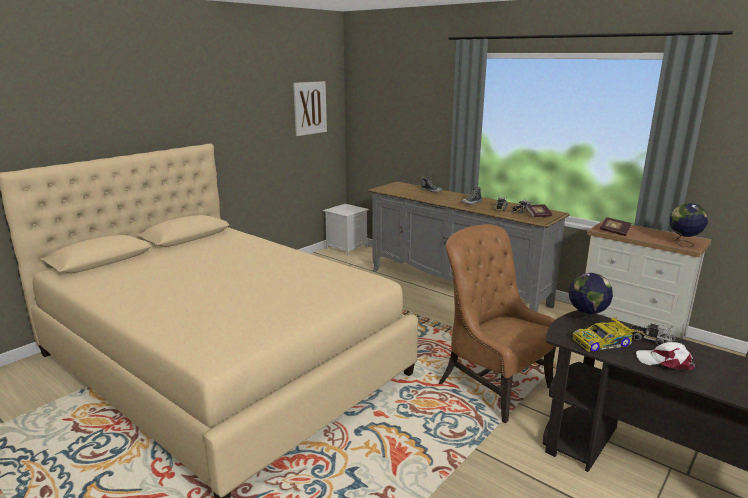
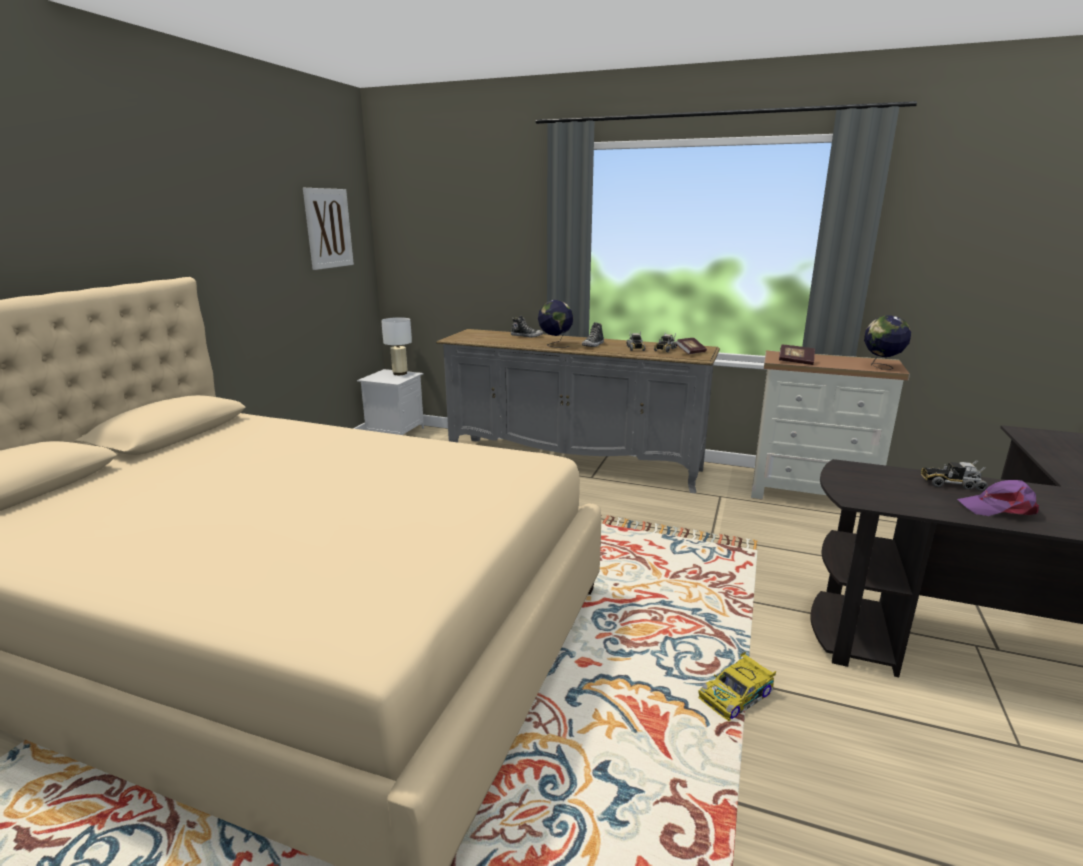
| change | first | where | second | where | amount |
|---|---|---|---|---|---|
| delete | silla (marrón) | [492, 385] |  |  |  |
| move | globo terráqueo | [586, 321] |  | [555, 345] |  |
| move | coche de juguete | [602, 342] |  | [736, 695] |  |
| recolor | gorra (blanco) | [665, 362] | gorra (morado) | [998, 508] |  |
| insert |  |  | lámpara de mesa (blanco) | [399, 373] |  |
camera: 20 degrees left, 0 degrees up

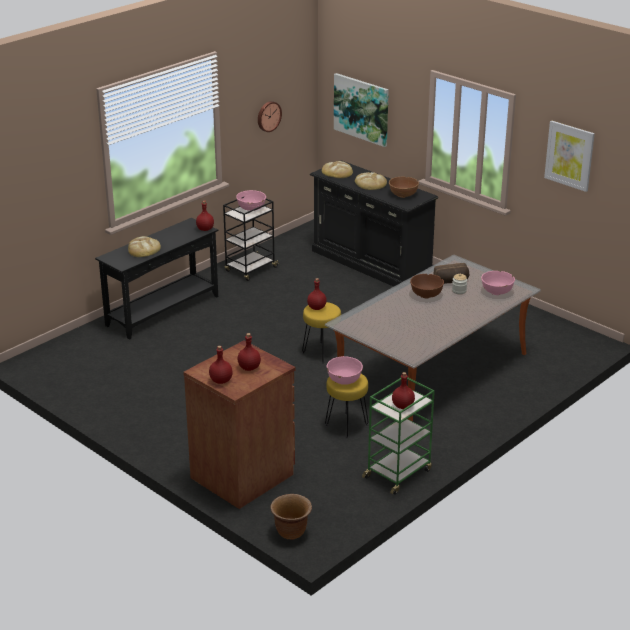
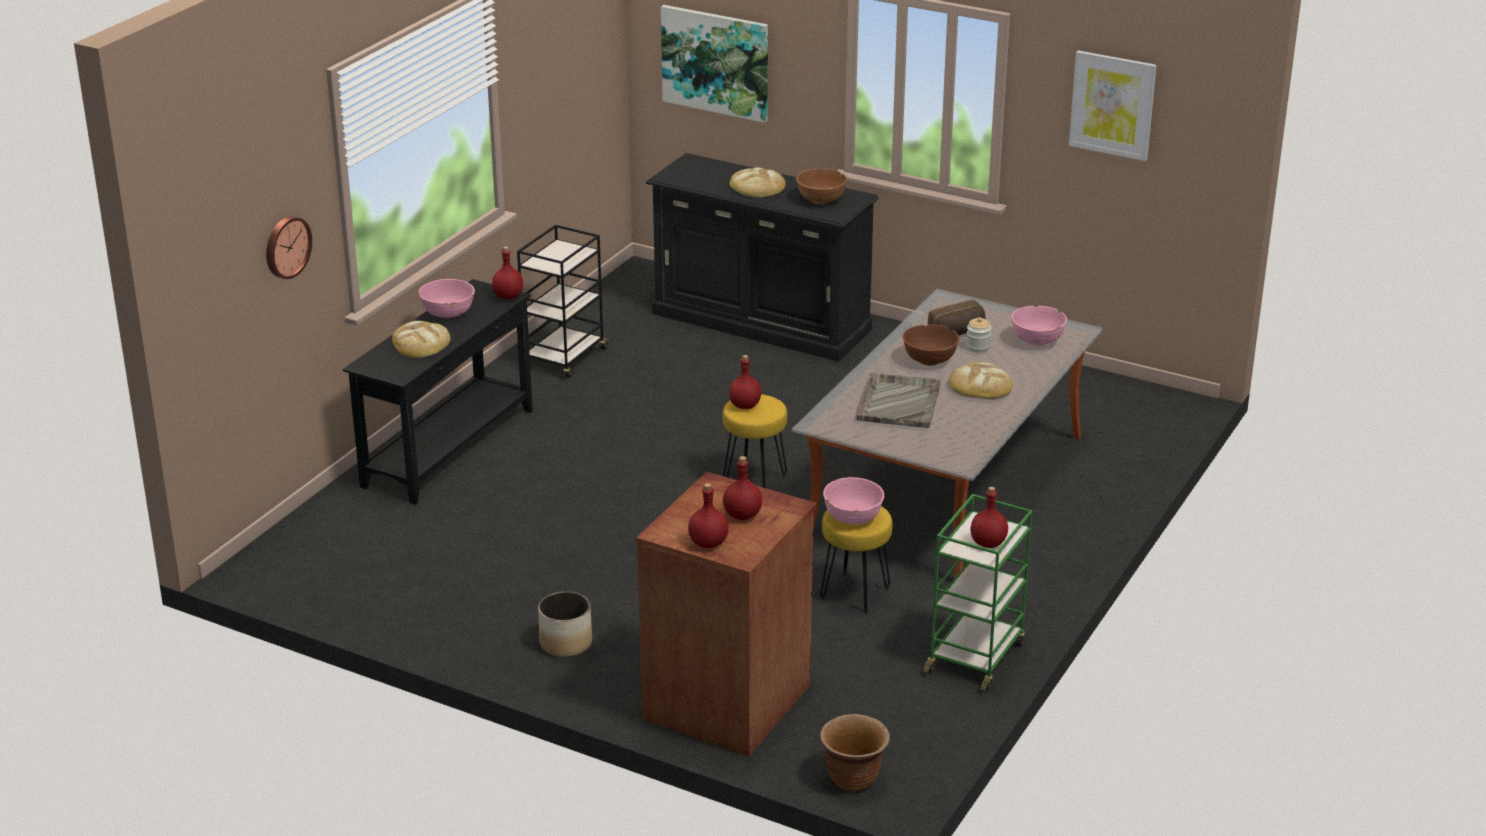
| change | first | where | second | where | amount |
|---|---|---|---|---|---|
| move | cuenco (rosa) | [251, 208] |  | [448, 313] |  |
| move | reloj de pared | [268, 116] |  | [286, 246] |  |
| move | pan | [337, 172] |  | [980, 385] |  |
| insert |  |  | maceta | [565, 643] |  |
| insert |  |  | bandeja (gris) | [899, 402] |  |
camera: 15 degrees left, 0 degrees up

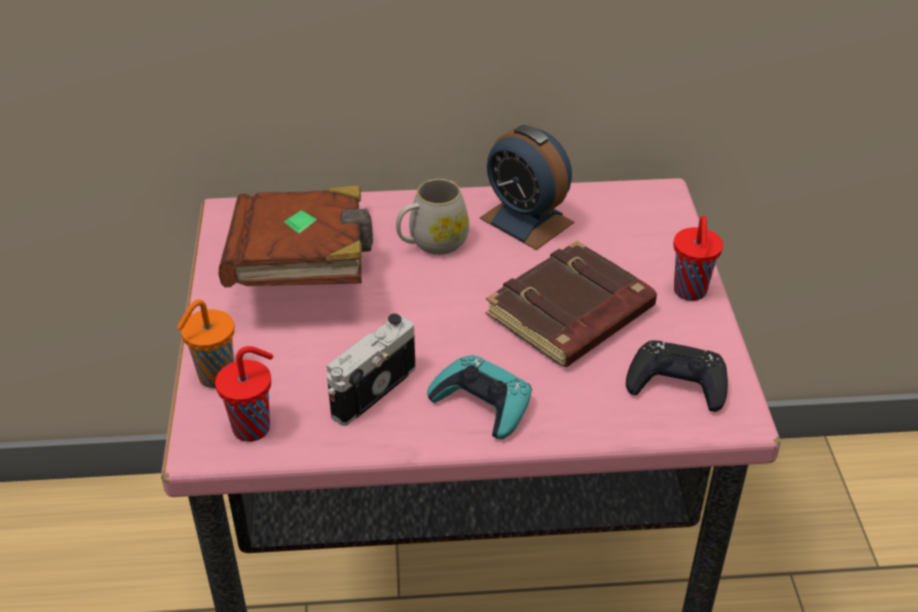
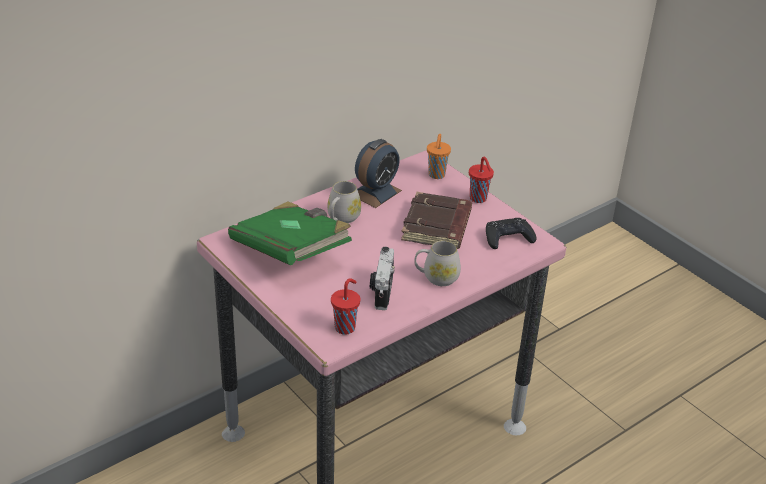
| change | first | where | second | where | amount |
|---|---|---|---|---|---|
| move | taza (naranja) | [214, 377] |  | [436, 175] |  |
| recolor | libro (marrón) | [304, 268] | libro (verde) | [291, 252] |  |
| replace | mando de consola (turquesa) | [482, 403] | taza grande (blanco) | [436, 277] |  |
| rotate | despertador | [526, 220] |  | [376, 193] | 60 degrees counterclockwise |
camera: 35 degrees left, 5 degrees down

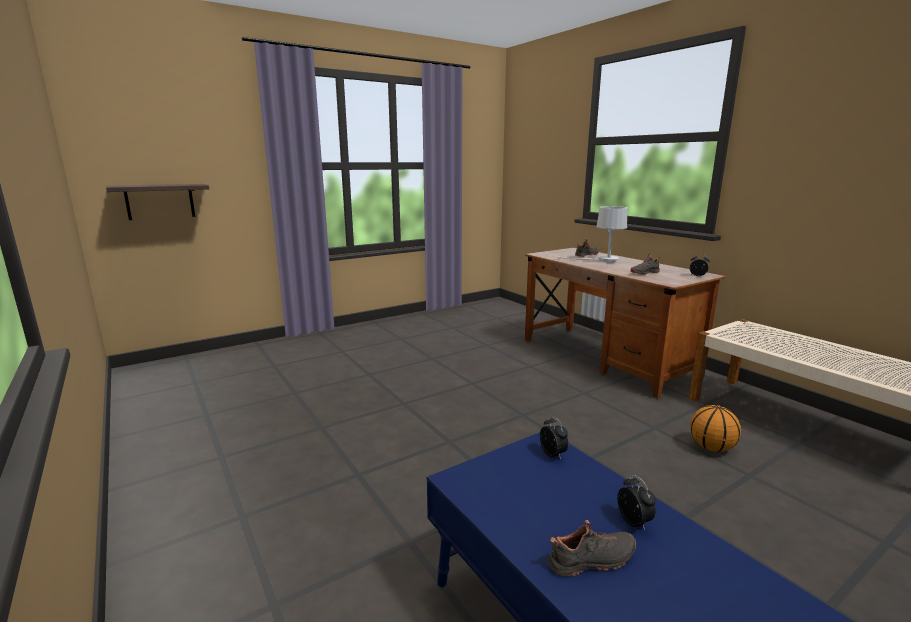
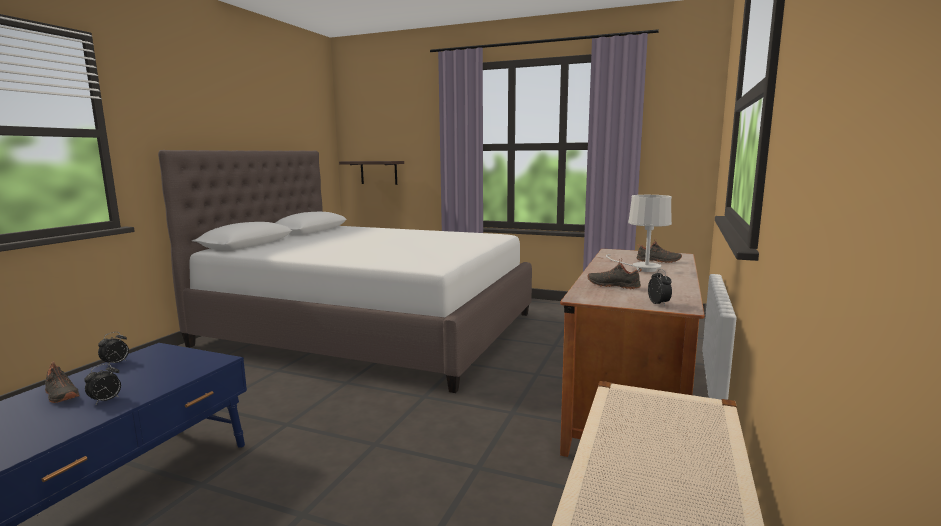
| change | first | where | second | where | amount |
|---|---|---|---|---|---|
| move | despertador | [553, 454] |  | [116, 363] |  |
| delete | balón de baloncesto | [712, 448] |  |  |  |
| insert |  |  | cama (blanco) | [371, 328] |  |
camera: 55 degrees right, 5 degrees down

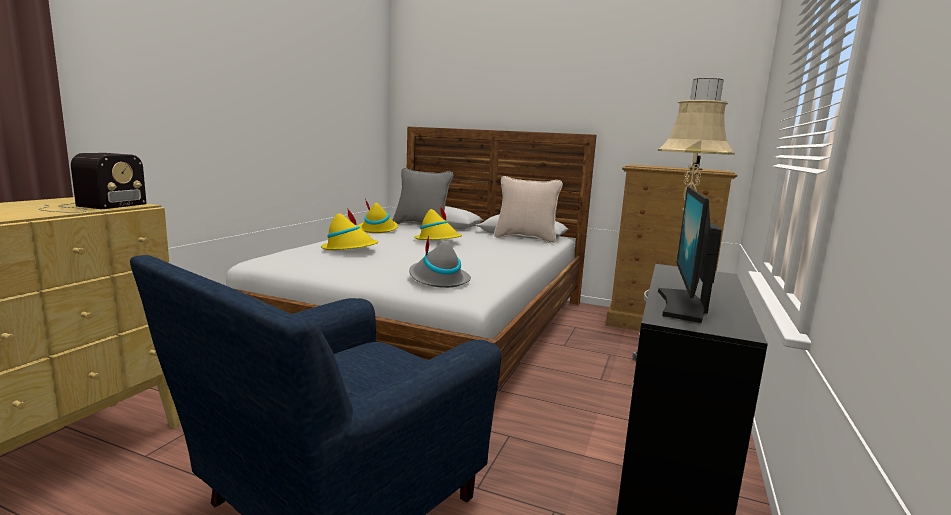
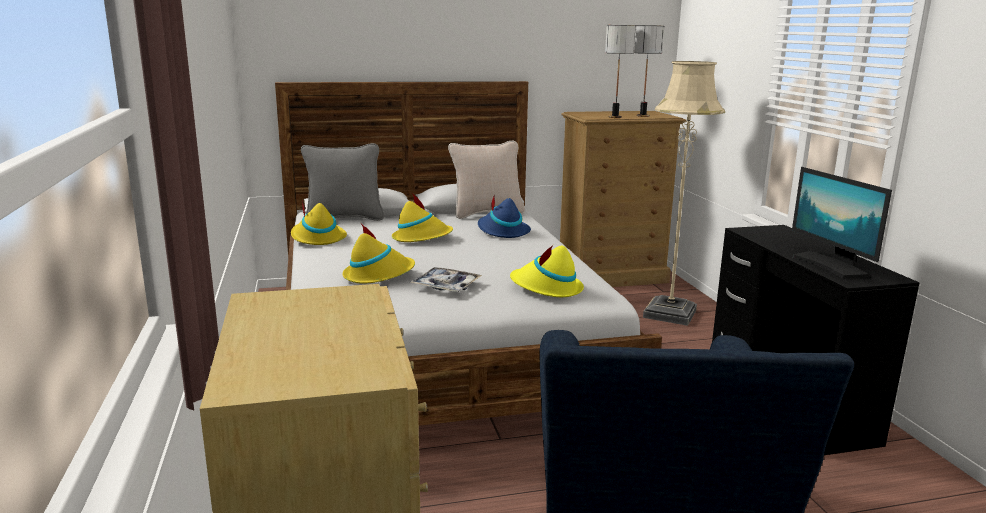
| change | first | where | second | where | amount |
|---|---|---|---|---|---|
| delete | radio | [91, 207] |  |  |  |
| recolor | sombrero (gris) | [438, 279] | sombrero (amarillo) | [546, 288] |  |
| insert |  |  | bandeja | [446, 286] |  |
| insert |  |  | sombrero (azul) | [502, 231] |  |
| insert |  |  | lámpara de mesa | [615, 117] |  |
camera: 35 degrees left, 5 degrees up

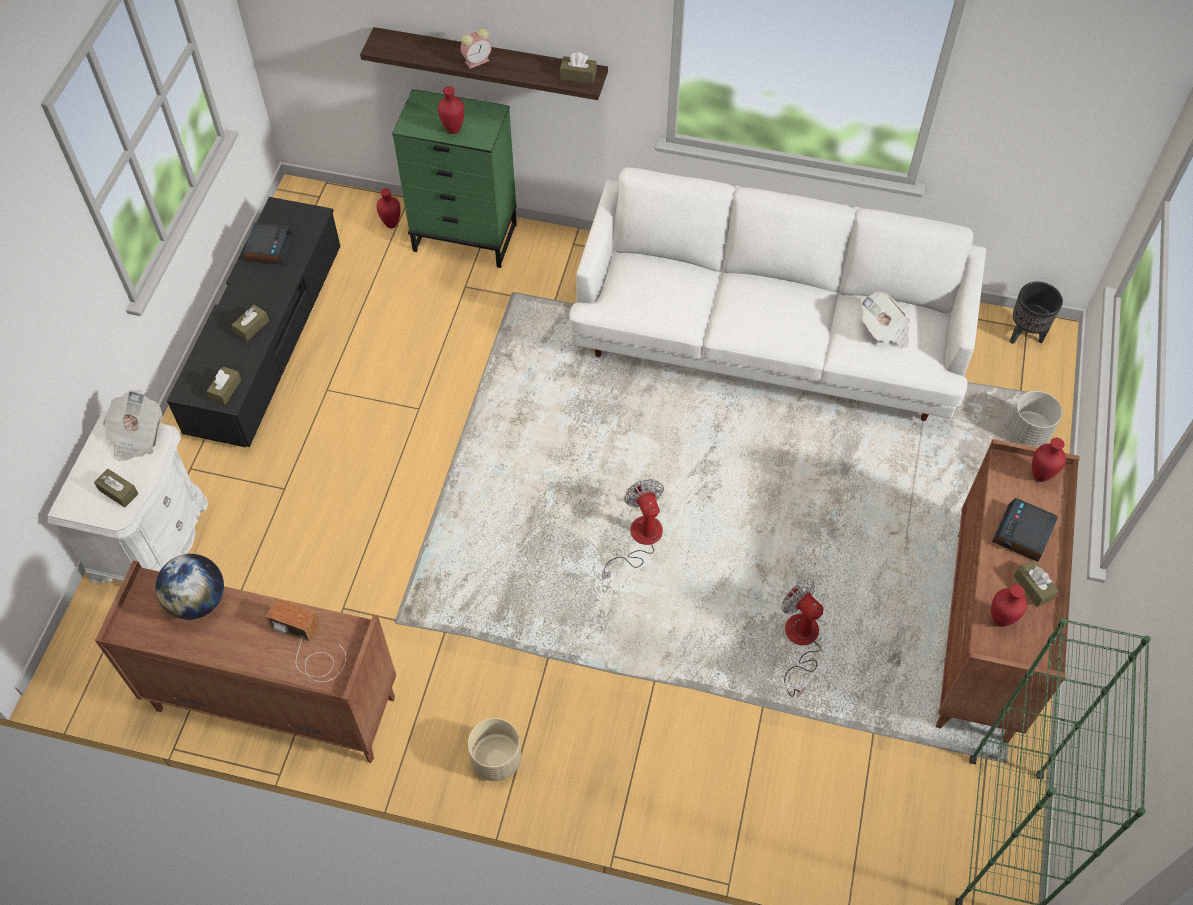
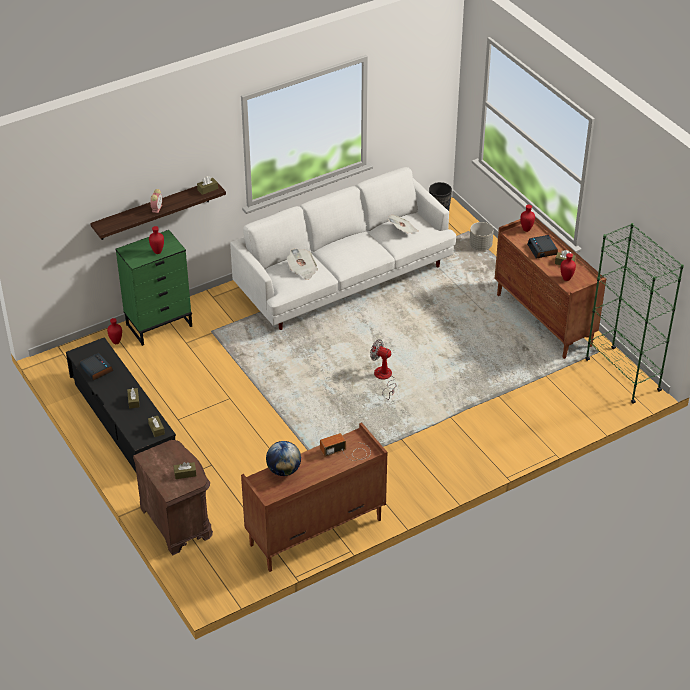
| change | first | where | second | where | amount |
|---|---|---|---|---|---|
| recolor | mesita de noche (blanco) | [155, 537] | mesita de noche (marrón) | [178, 521] |  |
| move | periódico | [136, 436] |  | [302, 270] |  |
| delete | maceta (beis) | [496, 760] |  |  |  |
| delete | ventilador | [800, 642] |  |  |  |
camera: 45 degrees left, 15 degrees down

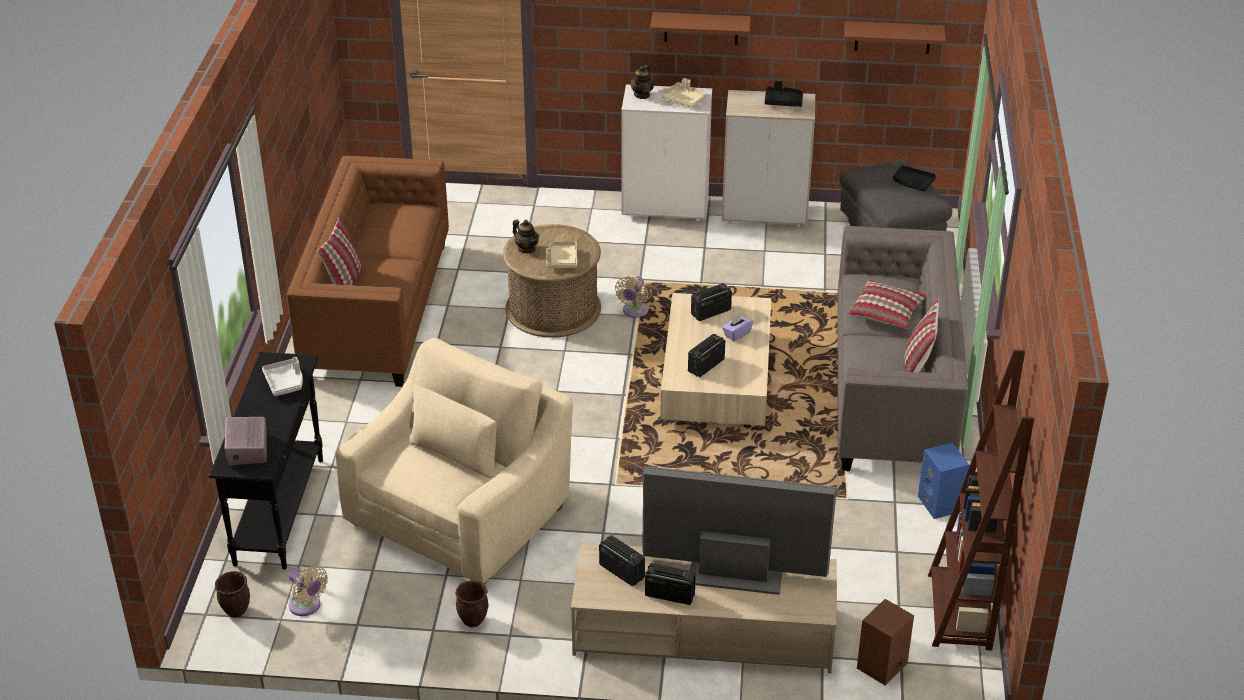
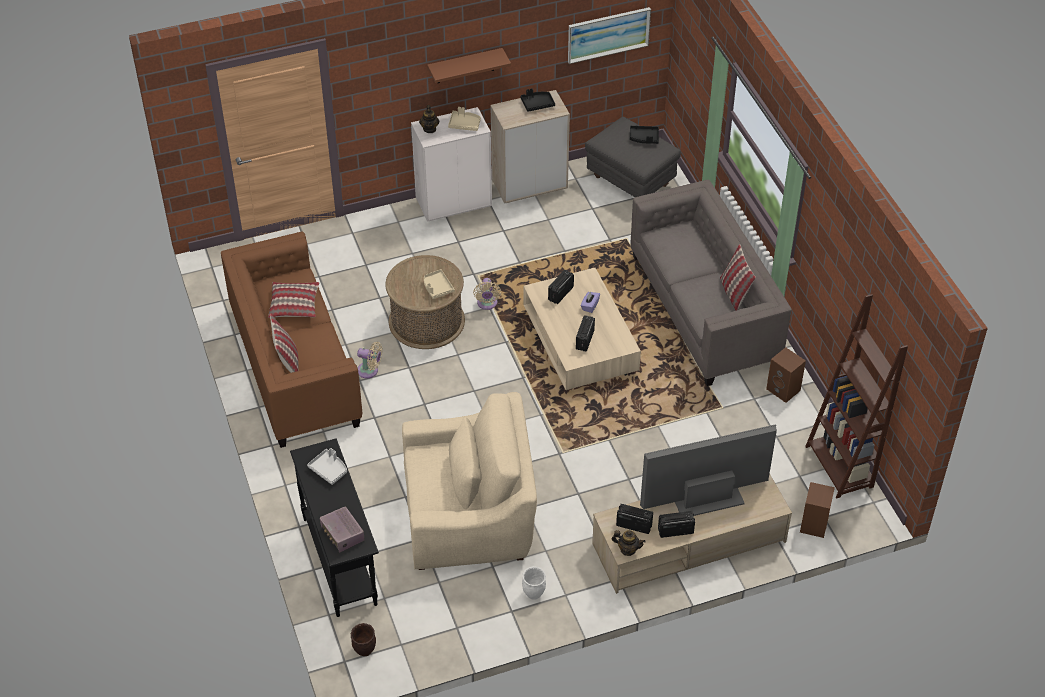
| change | first | where | second | where | amount |
|---|---|---|---|---|---|
| move | ventilador (beis) | [307, 606] |  | [370, 371] |  |
| rotate | sillón (beis) | [460, 511] |  | [469, 513] | 75 degrees clockwise |
| recolor | maceta (marrón) | [473, 620] | maceta (blanco) | [534, 593] |  |
| move | tetera | [526, 248] |  | [628, 549] |  |
| replace | estante (marrón) | [893, 37] | cuadro | [608, 34] |  |
| move | cojín | [886, 312] |  | [294, 305] |  |
| recolor | altavoz (azul) | [941, 504] | altavoz (marrón) | [784, 390] |  |
camera: 25 degrees left, 10 degrees up

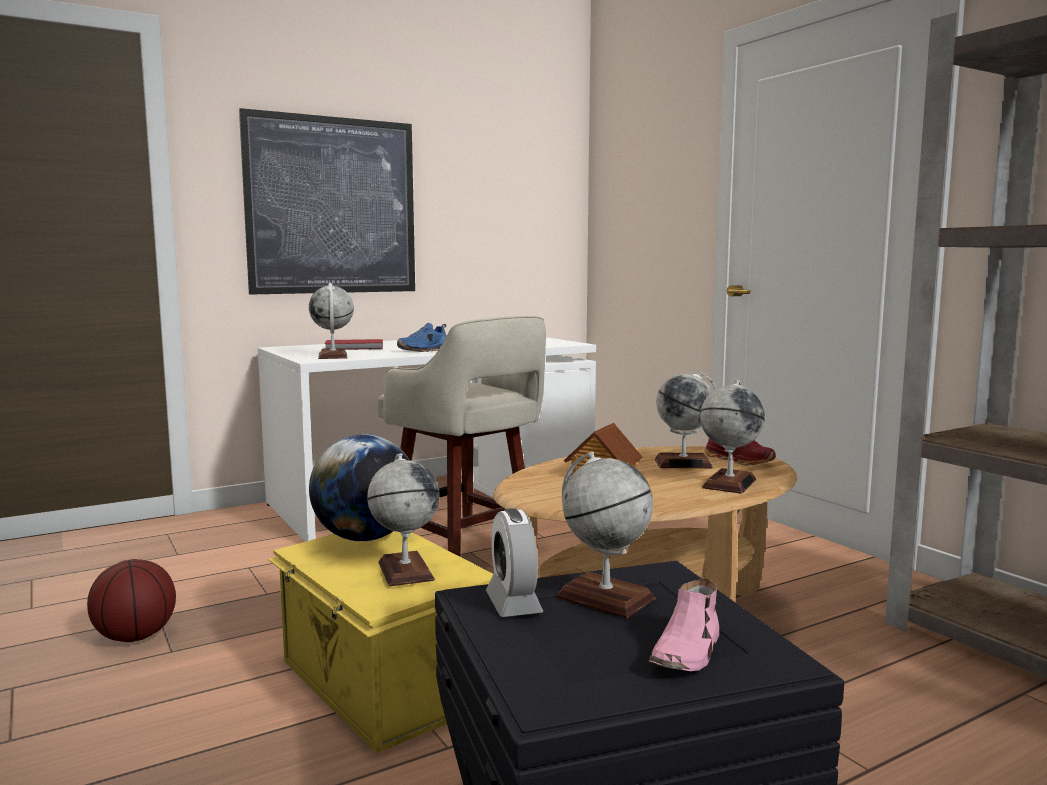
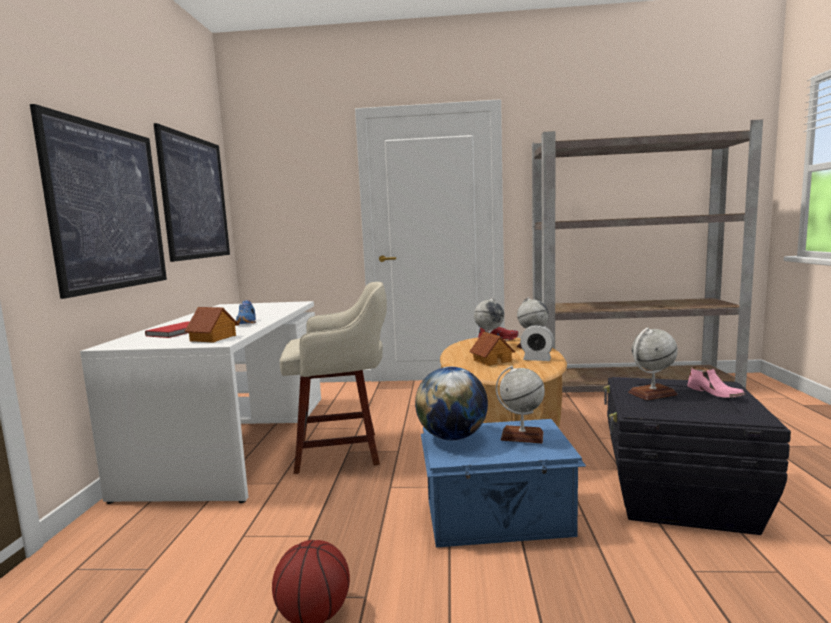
| change | first | where | second | where | amount |
|---|---|---|---|---|---|
| recolor | caja de almacenaje (amarillo) | [381, 683] | caja de almacenaje (azul) | [499, 518] |  |
| replace | globo terráqueo | [333, 356] | casita | [213, 338] |  |
| move | despertador | [513, 603] |  | [537, 359] |  |
| insert |  |  | cuadro | [195, 198] |  |
camera: 55 degrees left, 0 degrees up

